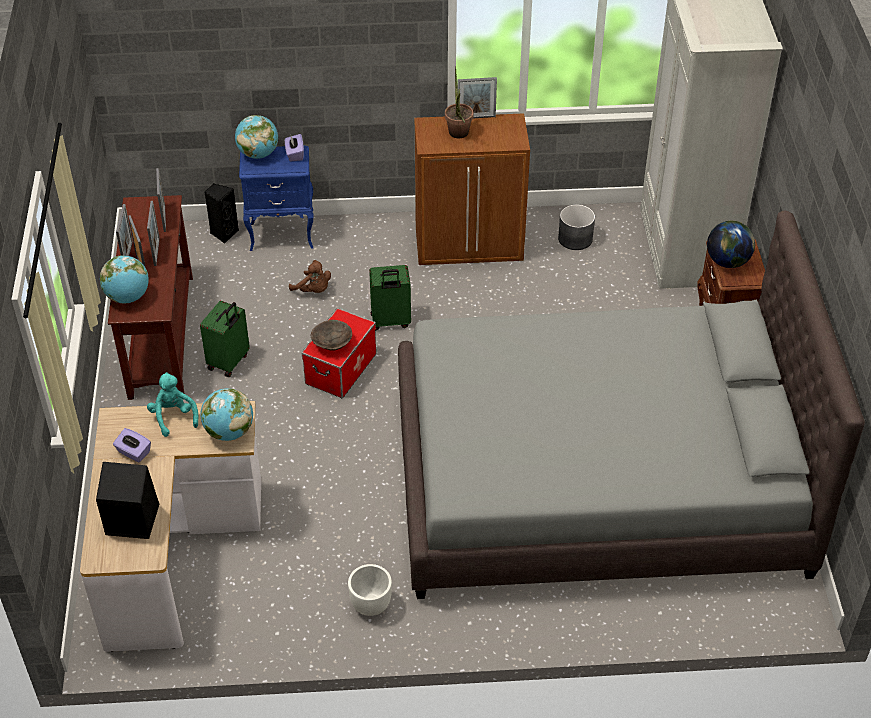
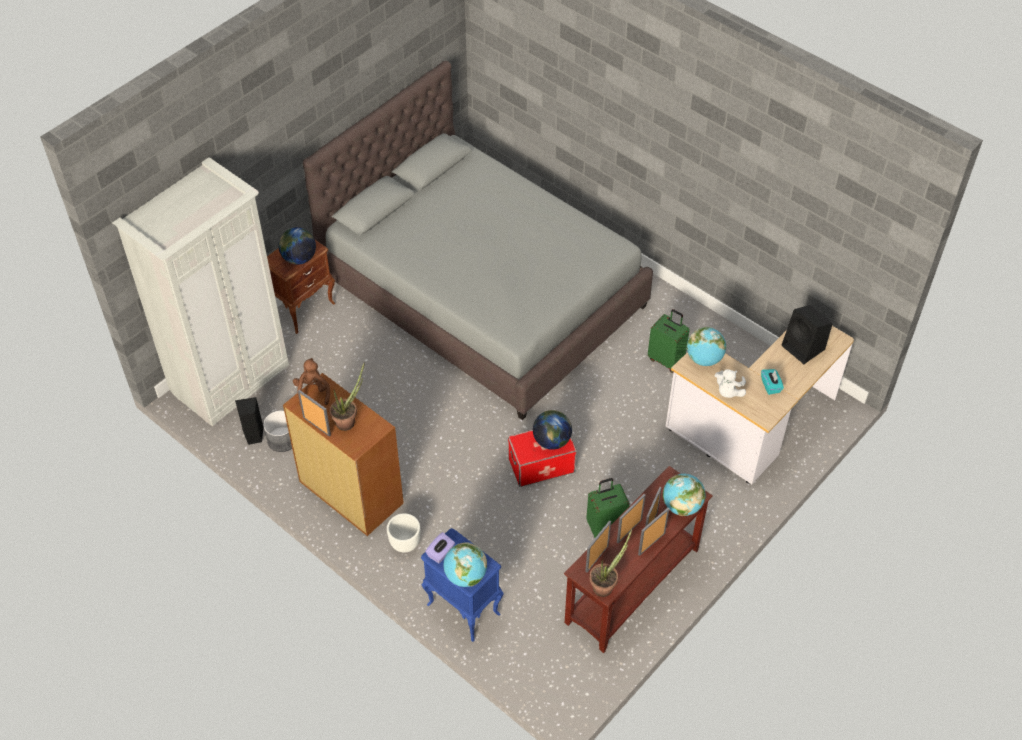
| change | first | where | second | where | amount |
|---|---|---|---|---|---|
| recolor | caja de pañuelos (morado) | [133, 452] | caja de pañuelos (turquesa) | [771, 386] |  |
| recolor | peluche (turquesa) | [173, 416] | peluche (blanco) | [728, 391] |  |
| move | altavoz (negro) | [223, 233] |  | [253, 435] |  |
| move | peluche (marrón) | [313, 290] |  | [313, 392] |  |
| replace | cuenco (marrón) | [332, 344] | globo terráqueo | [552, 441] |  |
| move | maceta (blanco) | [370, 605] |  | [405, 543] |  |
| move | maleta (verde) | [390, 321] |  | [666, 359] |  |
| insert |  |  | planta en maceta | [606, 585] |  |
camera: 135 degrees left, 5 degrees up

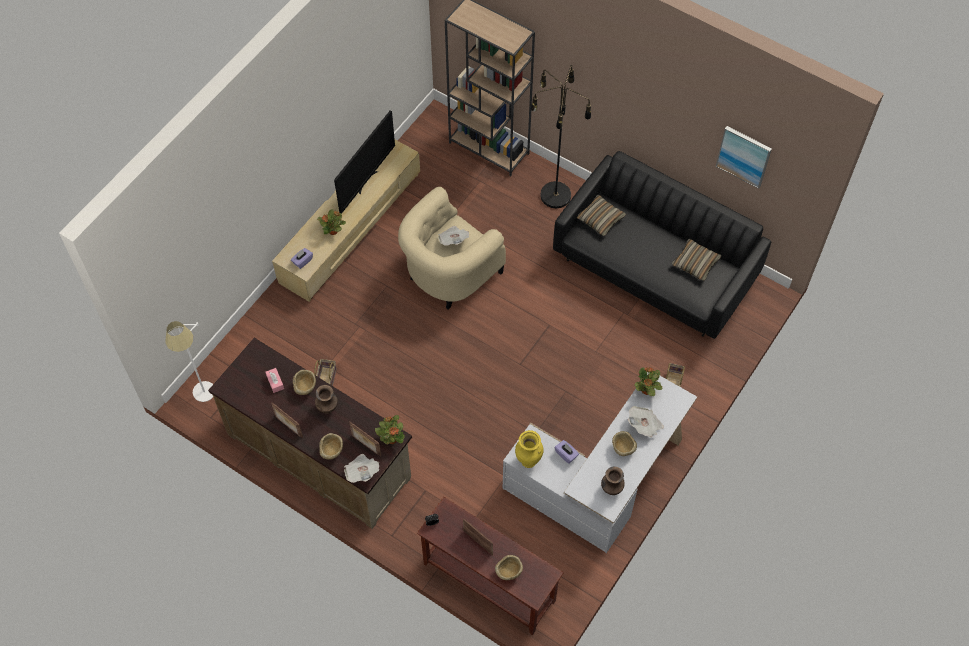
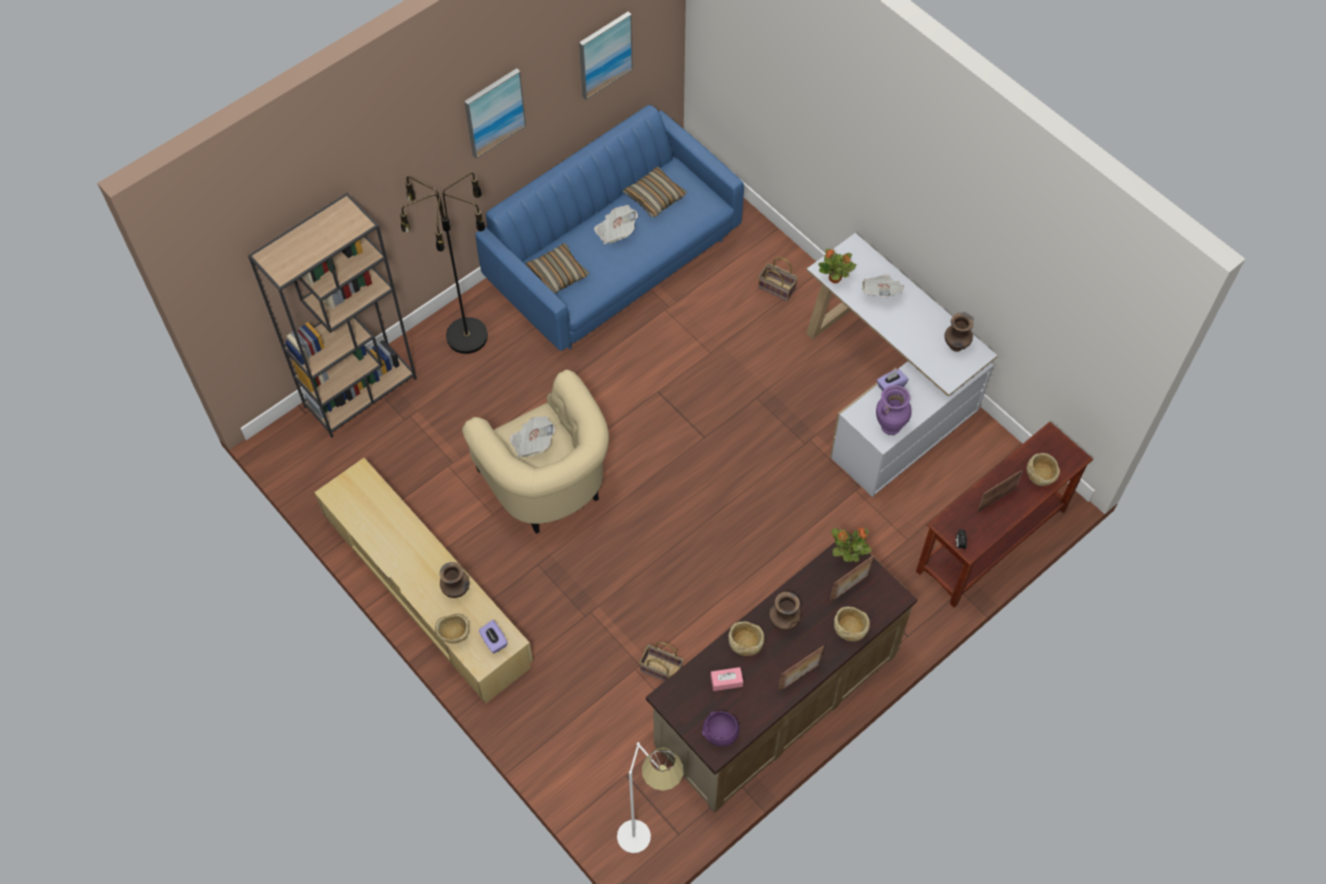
| change | first | where | second | where | amount |
|---|---|---|---|---|---|
| replace | planta en maceta | [333, 231] | florero (marrón) | [457, 591] |  |
| delete | televisor | [366, 181] |  |  |  |
| move | periódico | [362, 472] |  | [615, 231] |  |
| recolor | florero (amarillo) | [528, 460] | florero (morado) | [889, 427] |  |
| recolor | sofá (negro) | [655, 269] | sofá (azul) | [614, 261] |  |
| move | cuenco (beis) | [623, 449] |  | [454, 635] |  |
| insert |  |  | cuadro | [494, 112] |  |
| insert |  |  | cuenco (morado) | [720, 734] |  |
camera: 75 degrees left, 0 degrees up

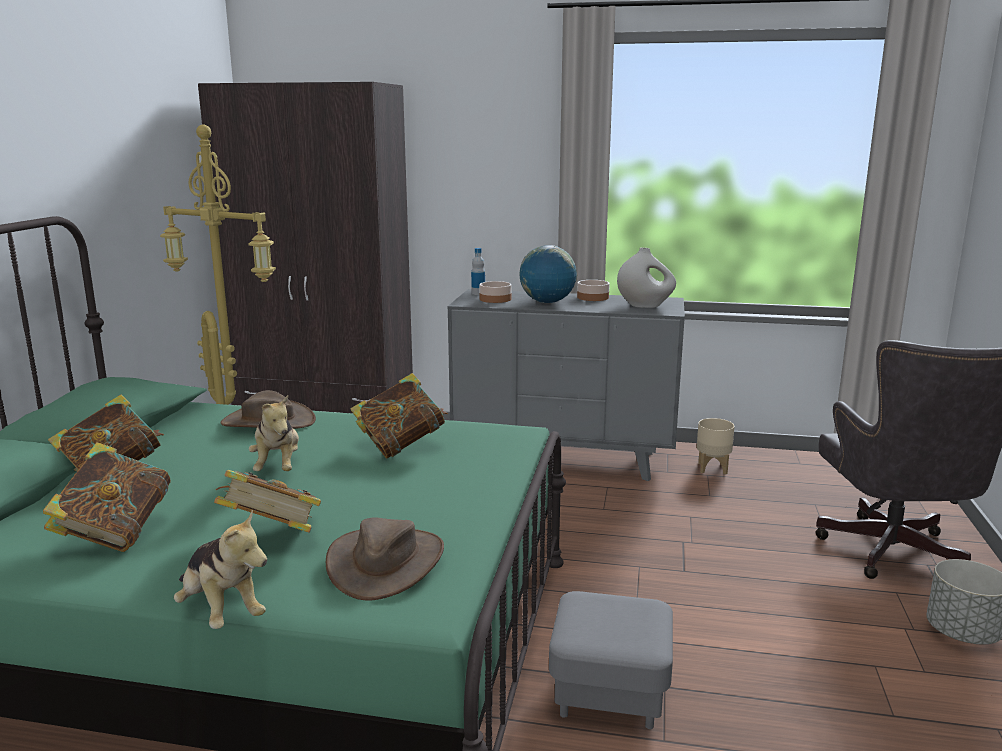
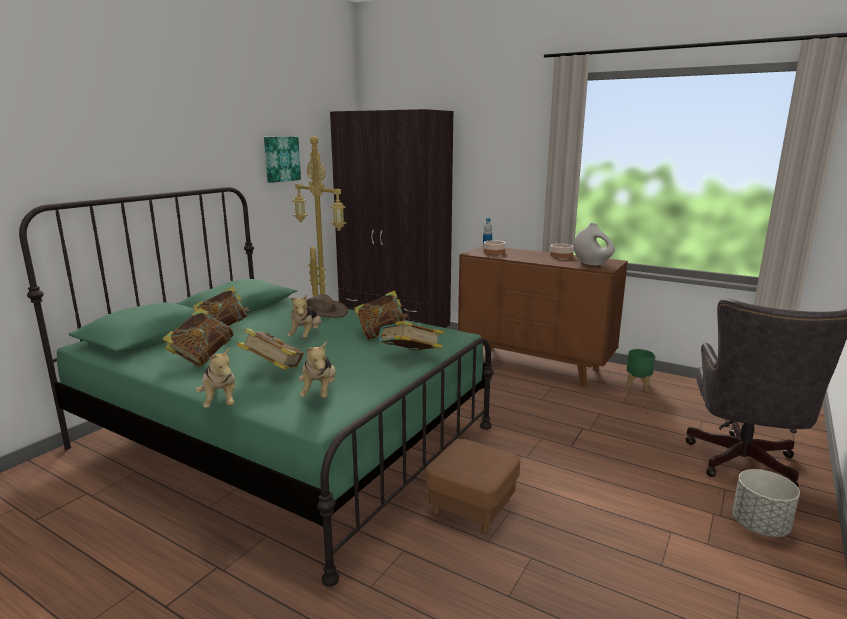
| change | first | where | second | where | amount |
|---|---|---|---|---|---|
| replace | sombrero (marrón) | [385, 562] | peluche | [319, 393] |  |
| recolor | cómoda (gris) | [564, 459] | cómoda (marrón) | [534, 364] |  |
| delete | globo terráqueo | [547, 302] |  |  |  |
| recolor | puf (gris) | [610, 692] | puf (marrón) | [472, 506] |  |
| recolor | maceta (beis) | [713, 468] | maceta (verde) | [638, 385] |  |
| insert |  |  | cuadro | [281, 159] |  |
| insert |  |  | libro | [410, 357] |  |
camera: 20 degrees right, 0 degrees up

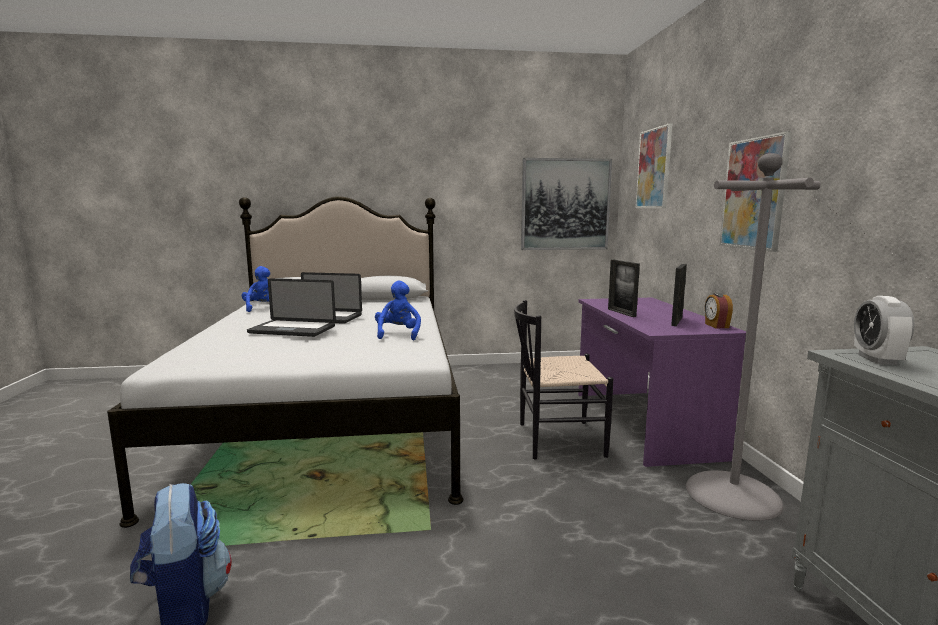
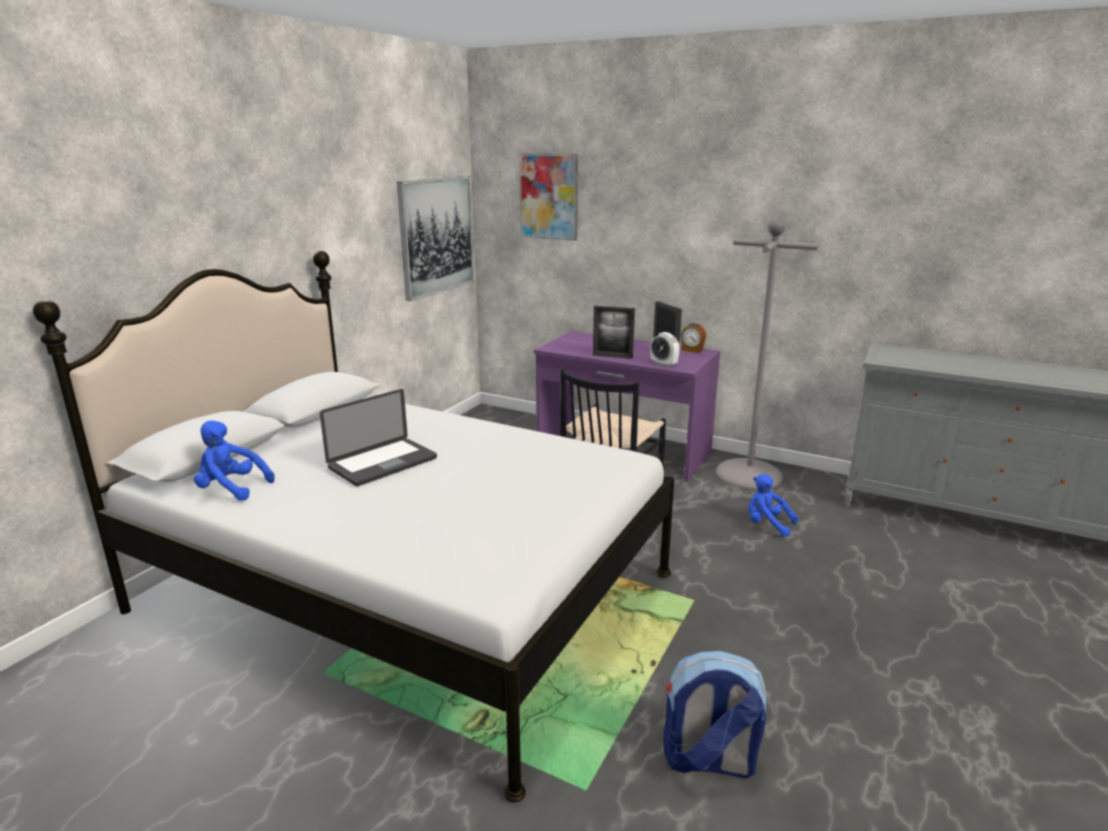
| change | first | where | second | where | amount |
|---|---|---|---|---|---|
| delete | portátil | [292, 330] |  |  |  |
| move | peluche (azul) | [398, 334] |  | [767, 524] |  |
| delete | cuadro | [754, 194] |  |  |  |
| move | despertador | [877, 359] |  | [663, 364] |  |
camera: 55 degrees left, 10 degrees up

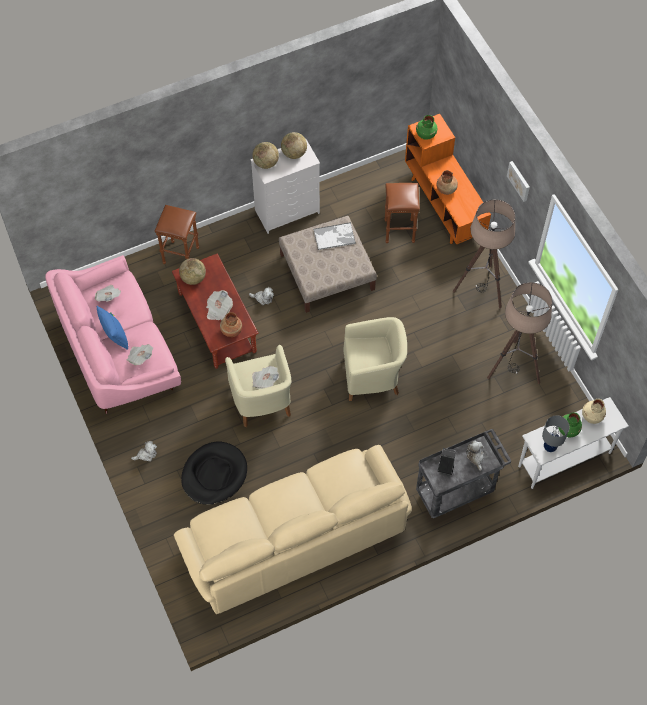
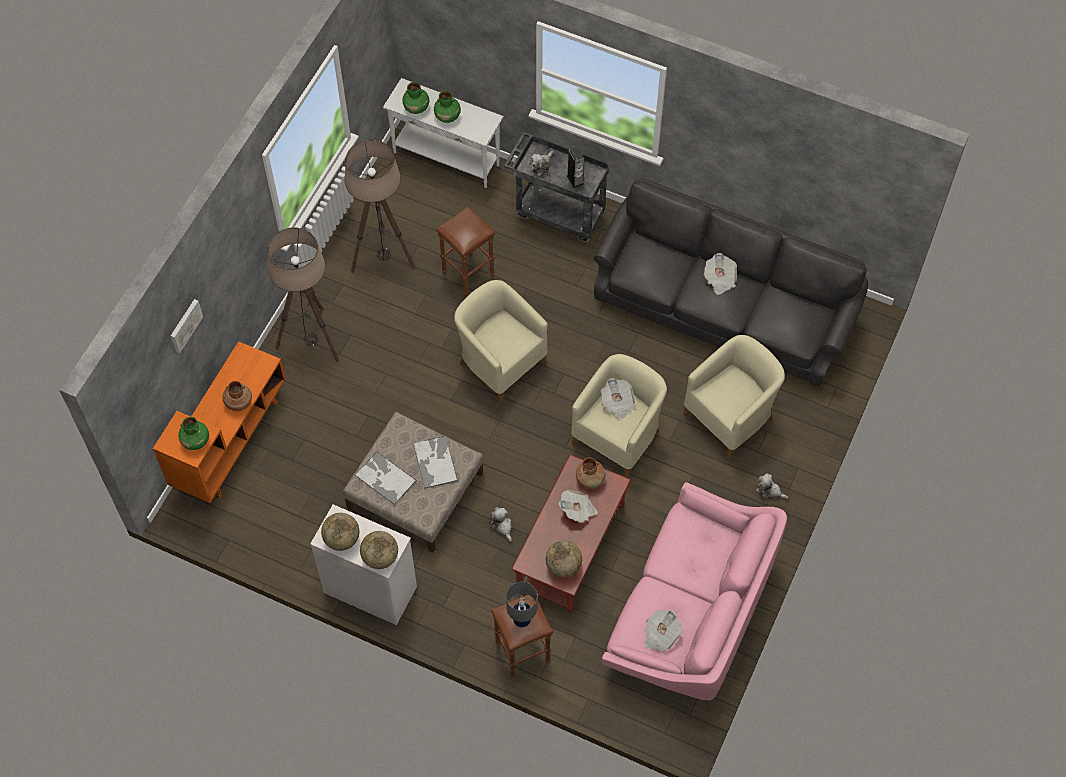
| change | first | where | second | where | amount |
|---|---|---|---|---|---|
| delete | cojín (azul) | [115, 337] |  |  |  |
| move | periódico | [140, 357] |  | [719, 279] |  |
| recolor | sofá (beis) | [293, 537] | sofá (negro) | [723, 308] |  |
| replace | cama para perro (negro) | [214, 474] | sillón (beis) | [730, 417] |  |
| move | taburete (marrón) | [398, 231] |  | [469, 273] |  |
| move | cuadro | [519, 180] |  | [185, 325] |  |
| move | lámpara de mesa (gris) | [550, 447] |  | [522, 620] |  |
| recolor | florero (beis) | [592, 416] | florero (verde) | [416, 107] |  |
| insert |  |  | bandeja | [435, 462] |  |
camera: 130 degrees left, 0 degrees up

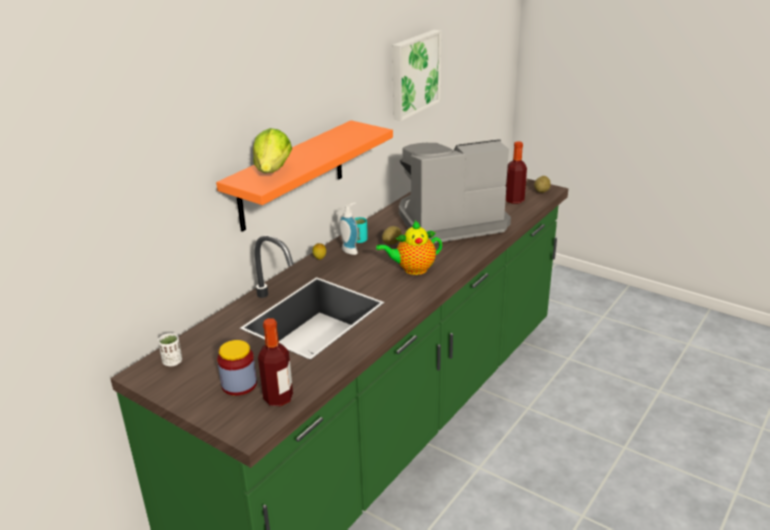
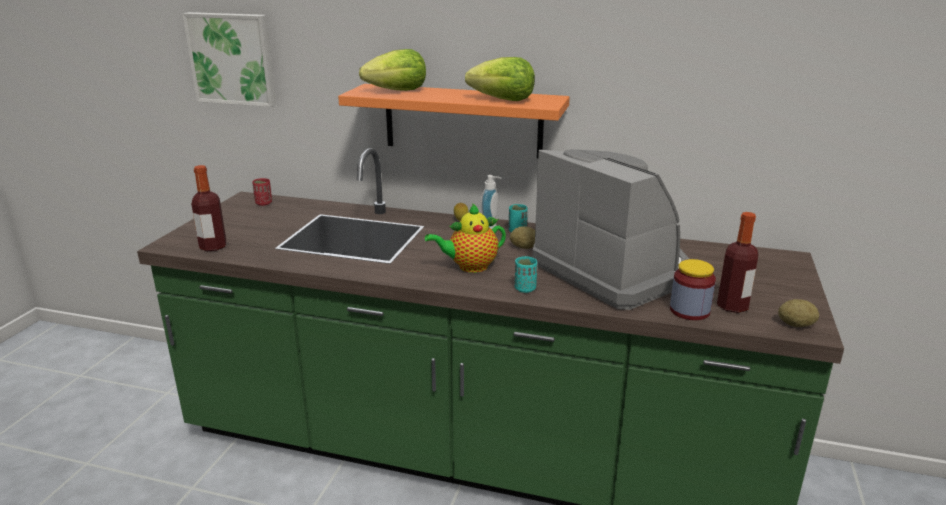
| change | first | where | second | where | amount |
|---|---|---|---|---|---|
| recolor | taza (blanco) | [172, 362] | taza (rojo) | [264, 203] |  |
| move | tarro | [239, 384] |  | [689, 311] |  |
| rotate | tetera | [412, 269] |  | [470, 267] | 75 degrees counterclockwise |
| move | cuadro | [413, 74] |  | [233, 58] |  |
| insert |  |  | lechuga | [503, 100] |  |
| insert |  |  | taza (turquesa) | [525, 289] |  |
camera: 70 degrees right, 5 degrees down

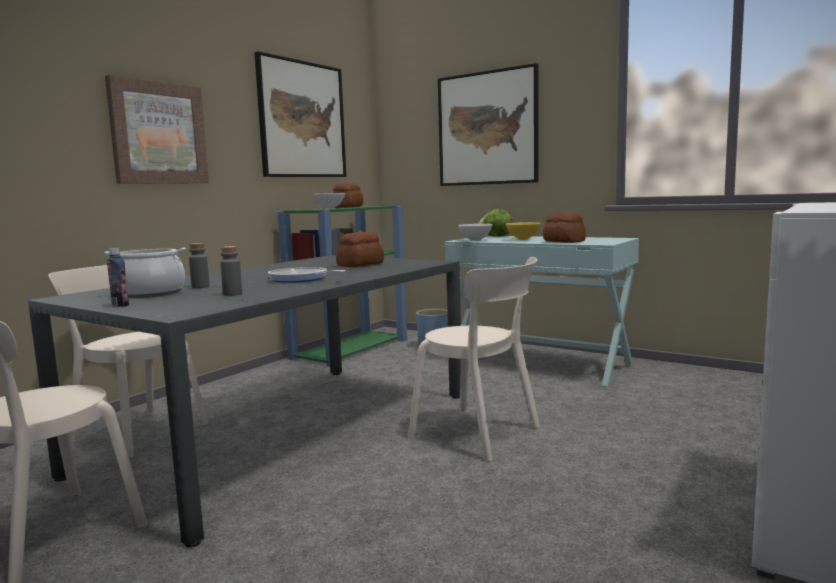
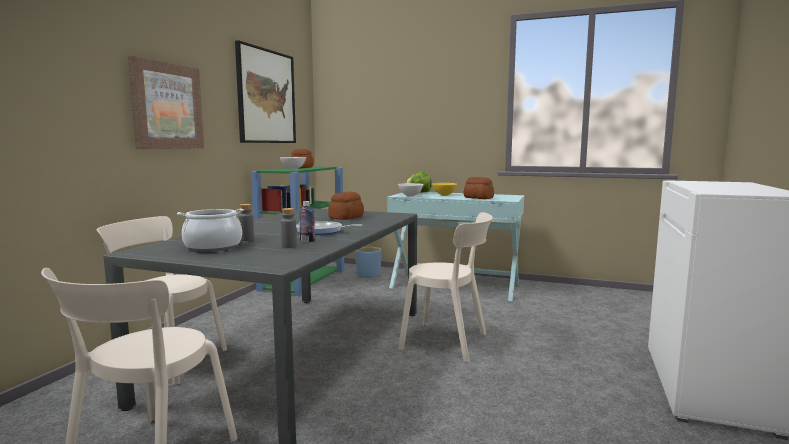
| change | first | where | second | where | amount |
|---|---|---|---|---|---|
| move | botella | [120, 305] |  | [307, 241] |  |
| delete | cuadro | [487, 128] |  |  |  |
camera: 15 degrees left, 0 degrees up

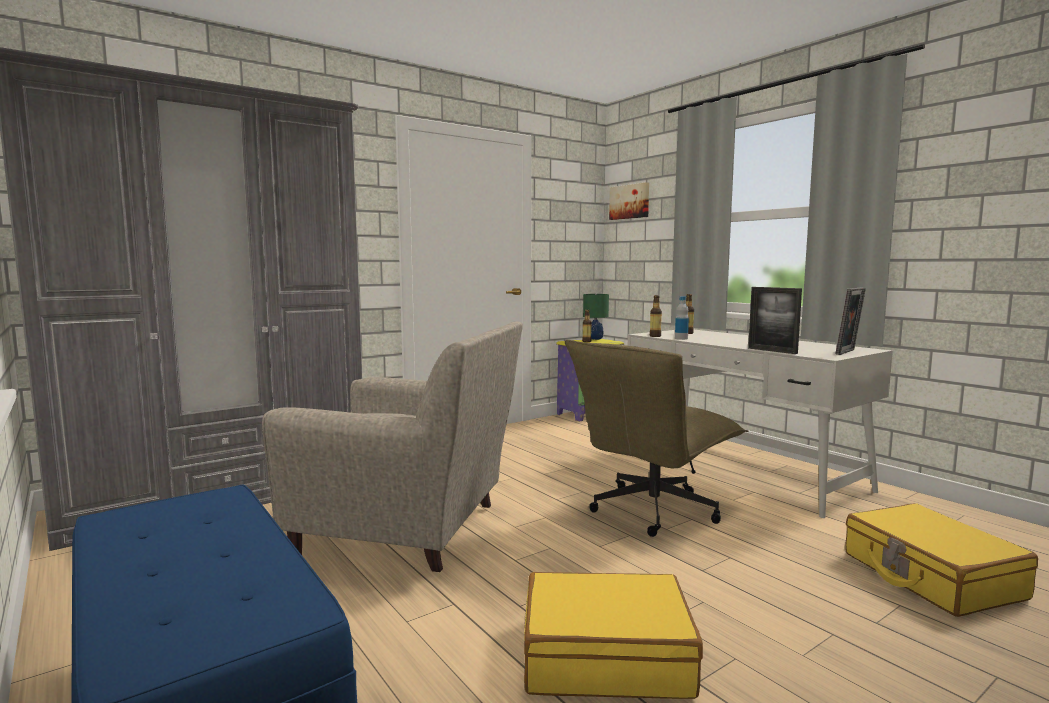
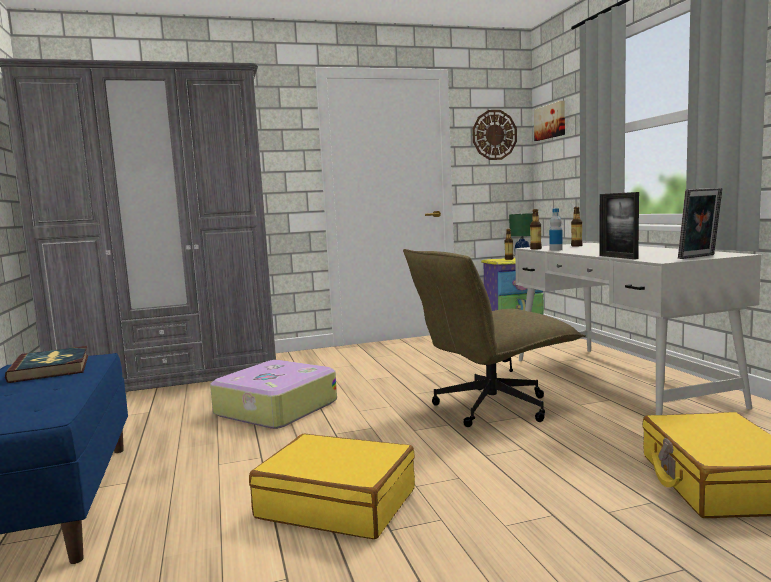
| change | first | where | second | where | amount |
|---|---|---|---|---|---|
| replace | sillón (beis) | [408, 532] | maleta | [274, 408] |  |
| insert |  |  | libro | [51, 368] |  |
| insert |  |  | reloj de pared | [494, 135] |  |
camera: 20 degrees right, 0 degrees up

